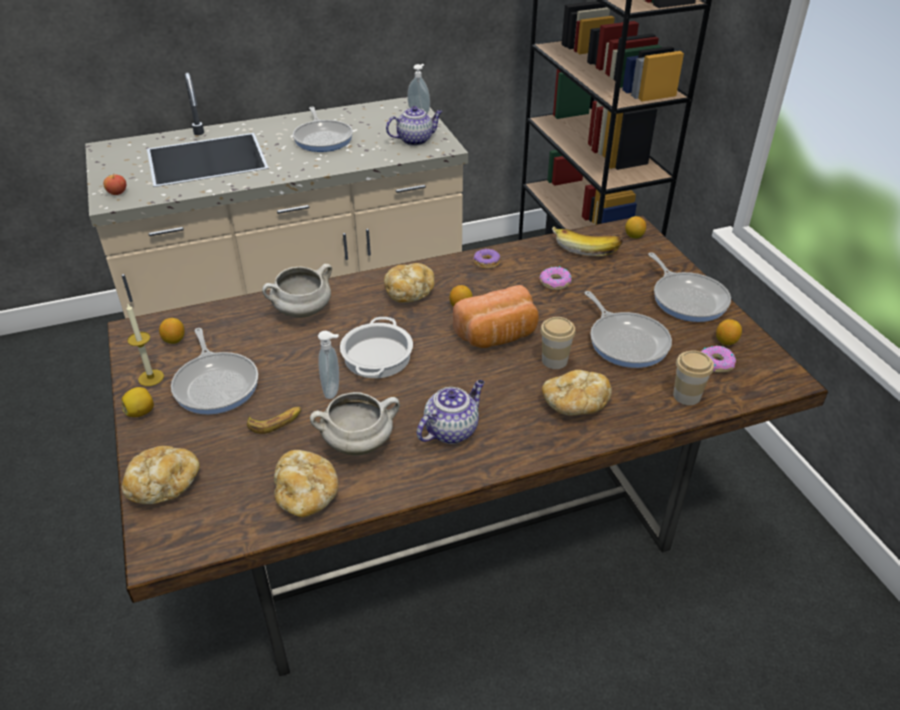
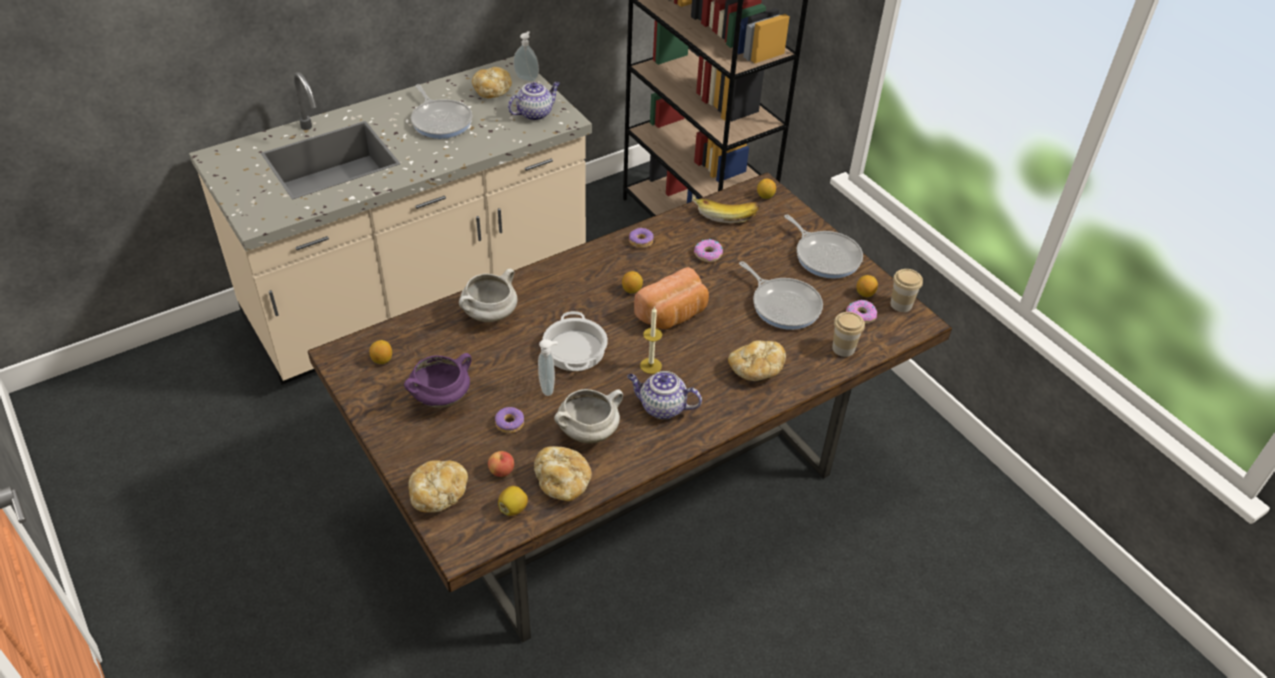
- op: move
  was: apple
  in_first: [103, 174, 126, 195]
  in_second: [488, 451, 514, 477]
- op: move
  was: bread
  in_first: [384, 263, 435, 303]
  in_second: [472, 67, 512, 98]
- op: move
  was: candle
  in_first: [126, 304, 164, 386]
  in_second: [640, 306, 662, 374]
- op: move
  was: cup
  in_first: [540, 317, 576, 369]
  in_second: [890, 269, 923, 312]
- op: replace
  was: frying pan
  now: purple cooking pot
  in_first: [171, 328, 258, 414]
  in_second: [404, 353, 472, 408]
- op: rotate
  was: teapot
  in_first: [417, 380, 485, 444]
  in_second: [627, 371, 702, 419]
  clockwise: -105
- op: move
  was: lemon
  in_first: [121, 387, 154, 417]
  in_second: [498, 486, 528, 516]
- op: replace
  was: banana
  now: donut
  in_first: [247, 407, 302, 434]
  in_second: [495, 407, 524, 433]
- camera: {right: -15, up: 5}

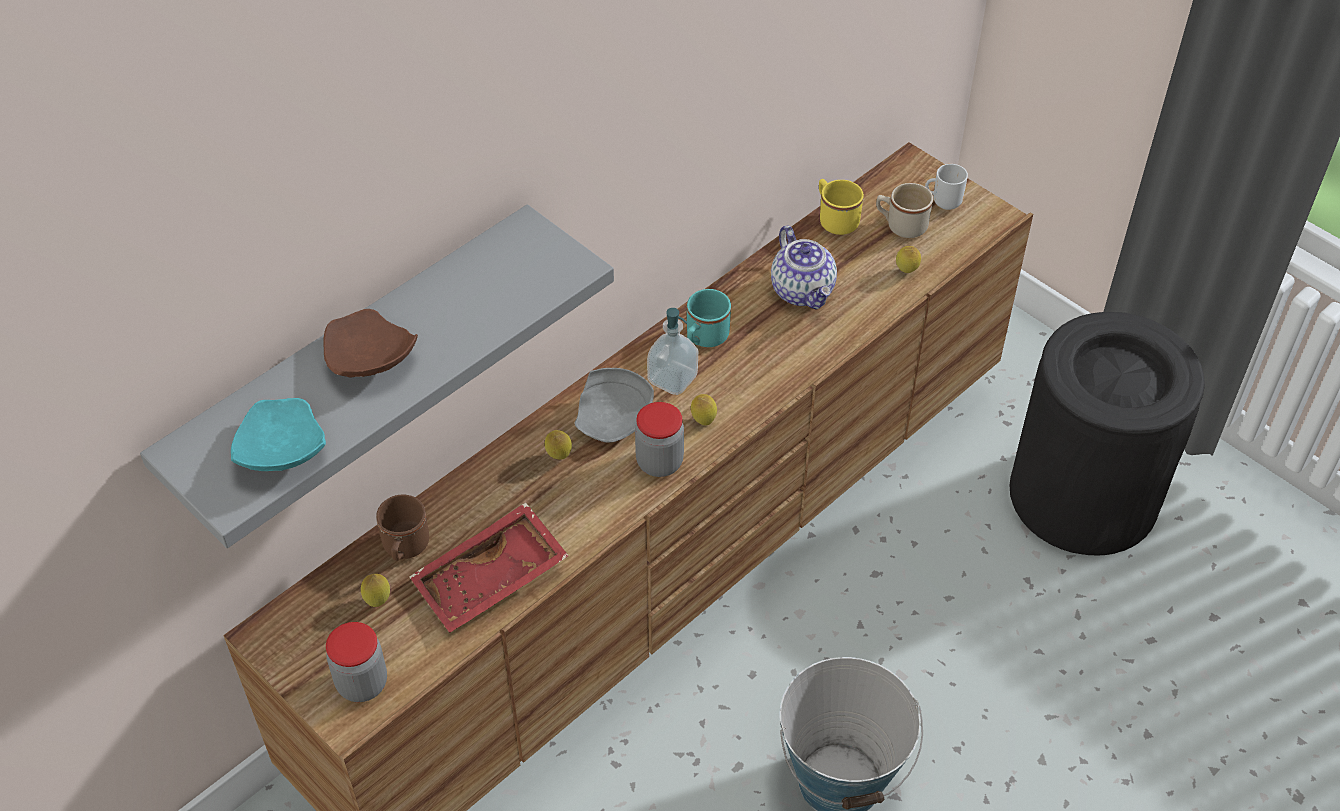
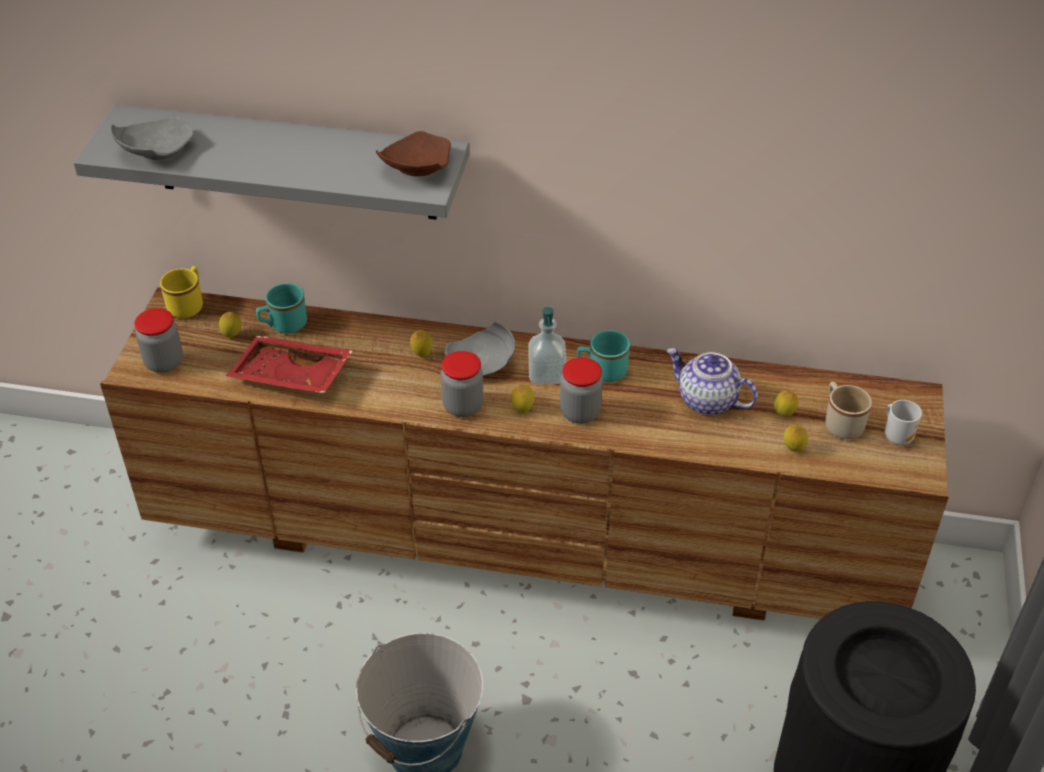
- op: move
  was: yellow mug
  in_first: [819, 179, 864, 235]
  in_second: [160, 266, 203, 318]
- op: rotate
  was: teapot
  in_first: [771, 226, 837, 310]
  in_second: [666, 348, 758, 415]
  clockwise: 90
- op: move
  was: brown plate
  in_first: [323, 309, 418, 377]
  in_second: [376, 131, 451, 176]
- op: recolor
  was: turquoise plate
  now: grey plate
  in_first: [231, 398, 326, 471]
  in_second: [110, 117, 194, 160]
- op: recolor
  was: brown mug
  now: turquoise mug
  in_first: [376, 495, 429, 561]
  in_second: [256, 283, 307, 334]
- op: insert
  now: jar
  in_second: [560, 357, 603, 424]
- op: insert
  now: lemon
  in_second: [774, 391, 799, 417]
- camera: {right: 55, up: -5}

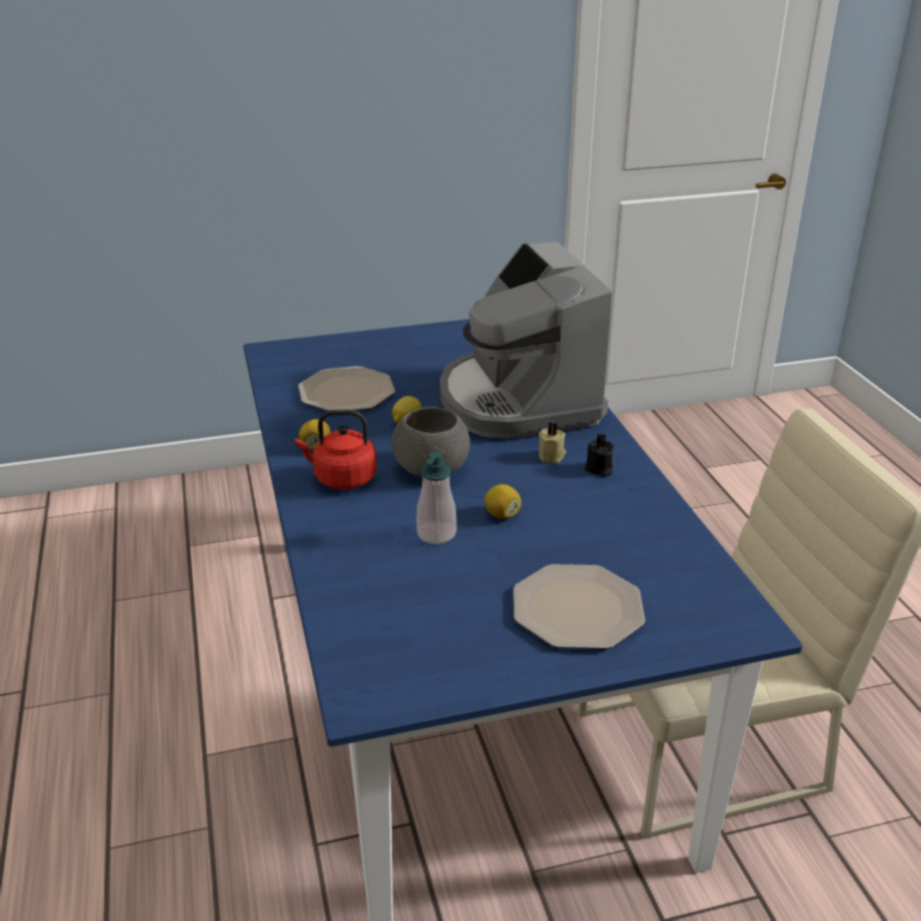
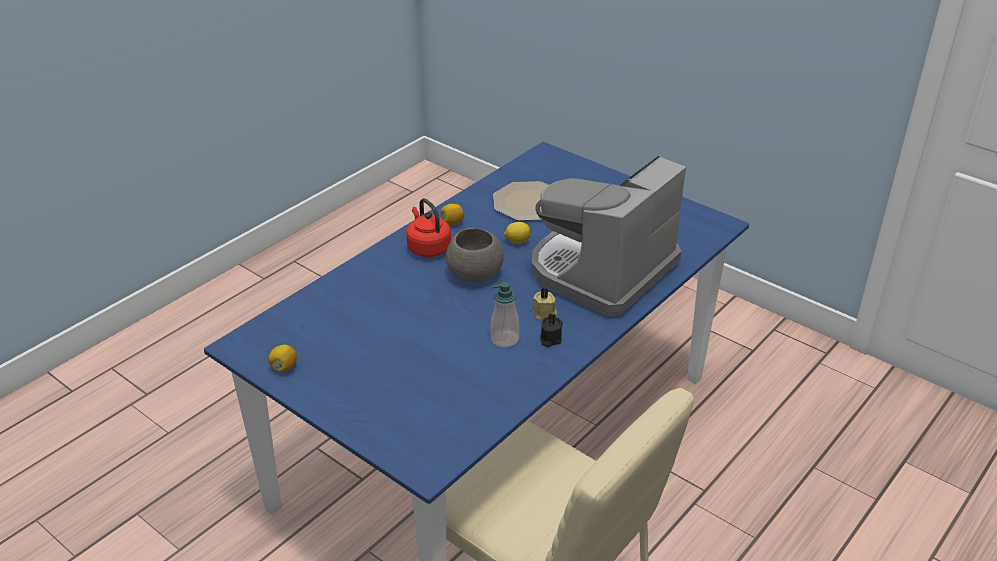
- op: move
  was: soap dispenser
  in_first: [417, 452, 457, 544]
  in_second: [490, 282, 519, 347]
- op: move
  was: lemon
  in_first: [484, 484, 521, 519]
  in_second: [268, 345, 297, 372]
- op: delete
  was: plate
  in_first: [513, 564, 645, 649]
- camera: {right: 55, up: 5}

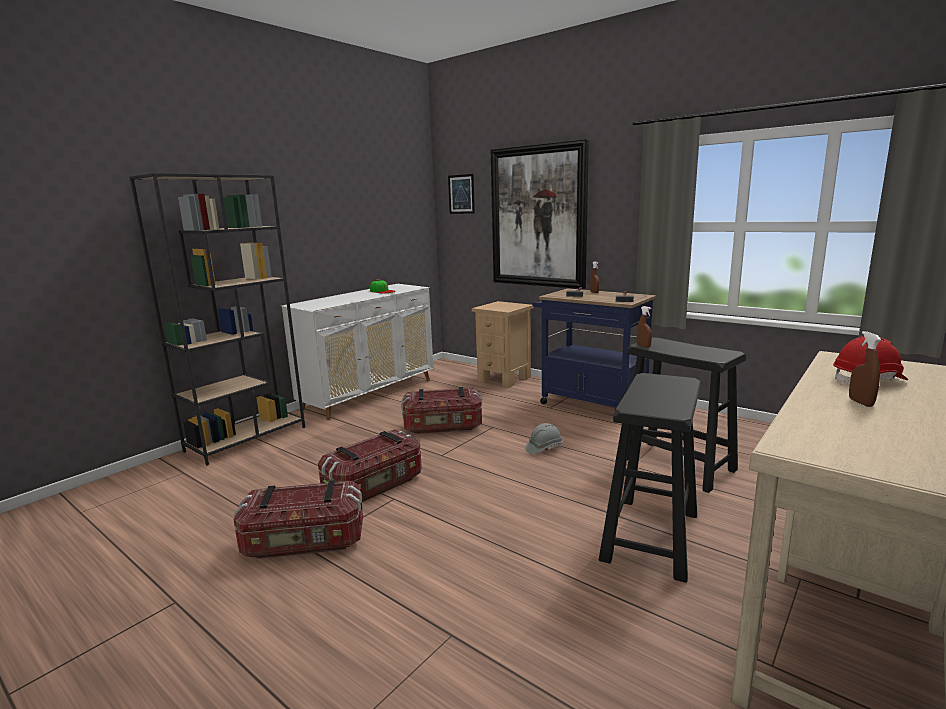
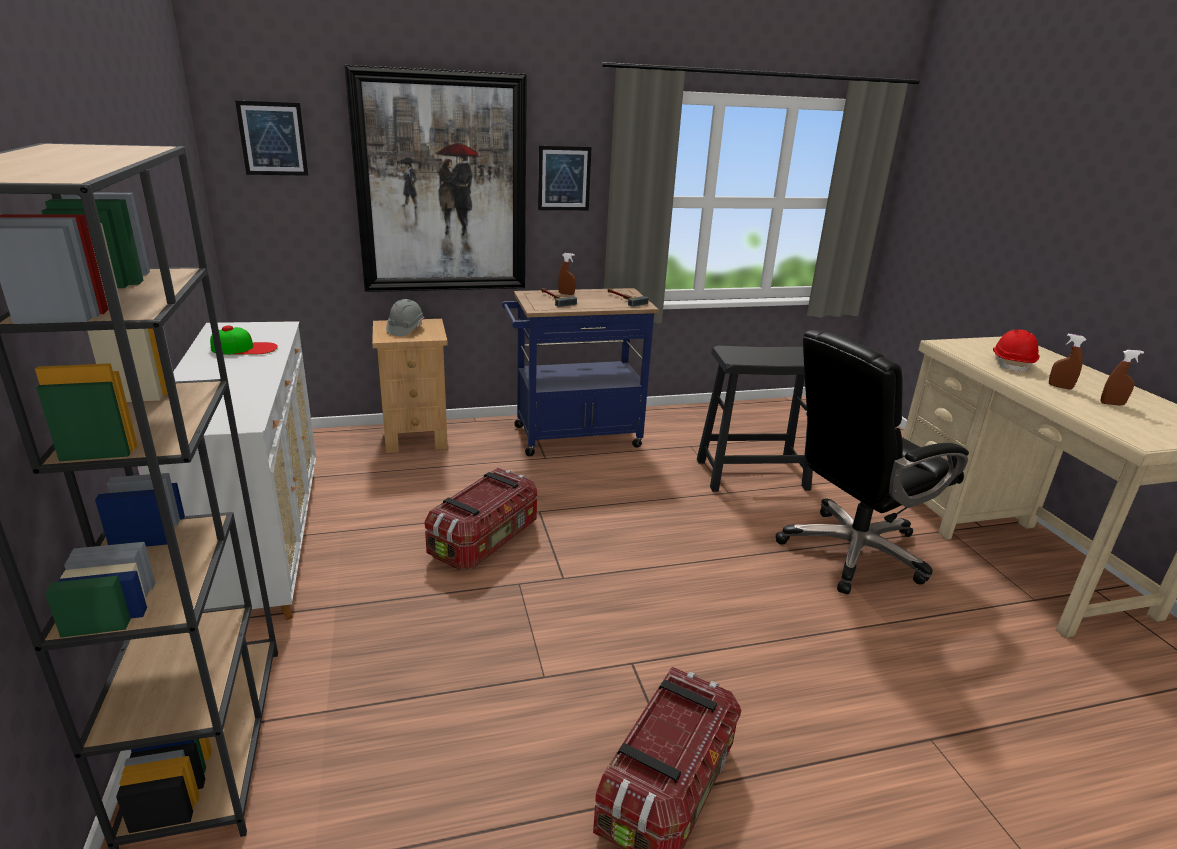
- op: move
  was: brown spray bottle
  in_first: [637, 306, 652, 348]
  in_second: [1101, 350, 1144, 406]
- op: replace
  was: black stool
  now: black office chair
  in_first: [599, 373, 700, 583]
  in_second: [775, 330, 969, 594]
- op: move
  was: grey hard hat
  in_first: [525, 423, 563, 454]
  in_second: [386, 299, 425, 336]
- op: delete
  was: storage box
  in_first: [318, 429, 422, 502]
- op: insert
  now: picture
  in_second: [538, 146, 591, 210]
- camera: {right: -55, up: 10}

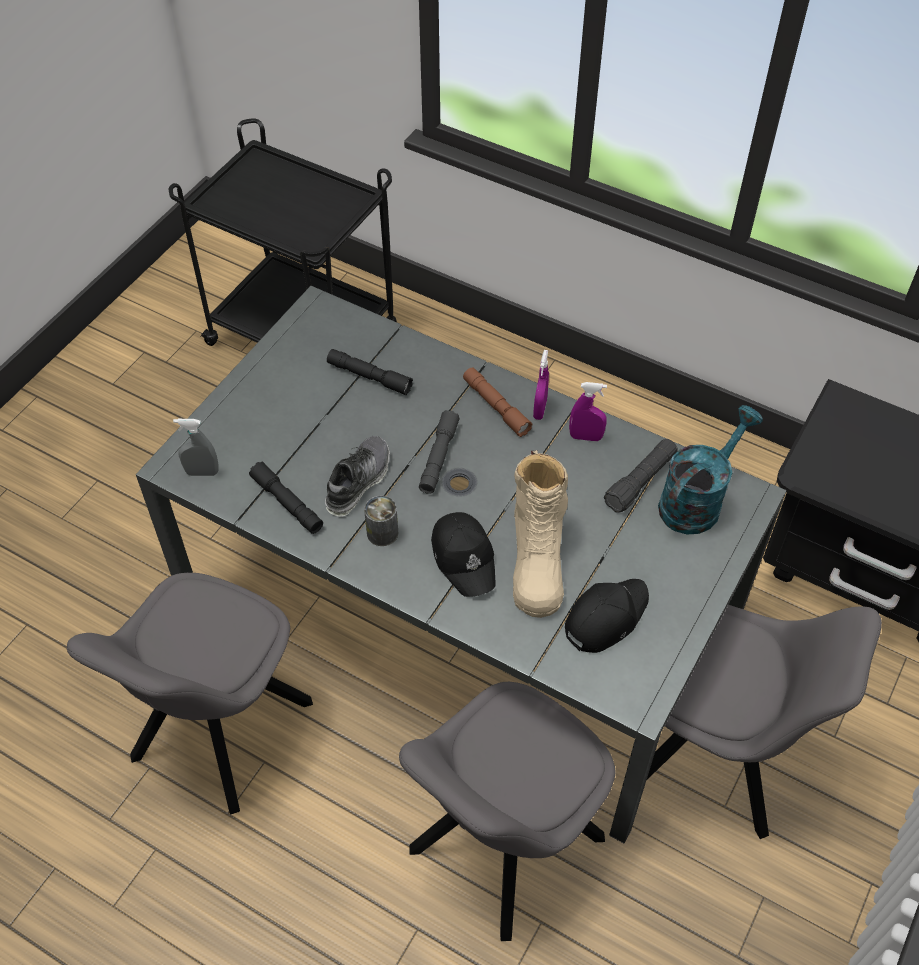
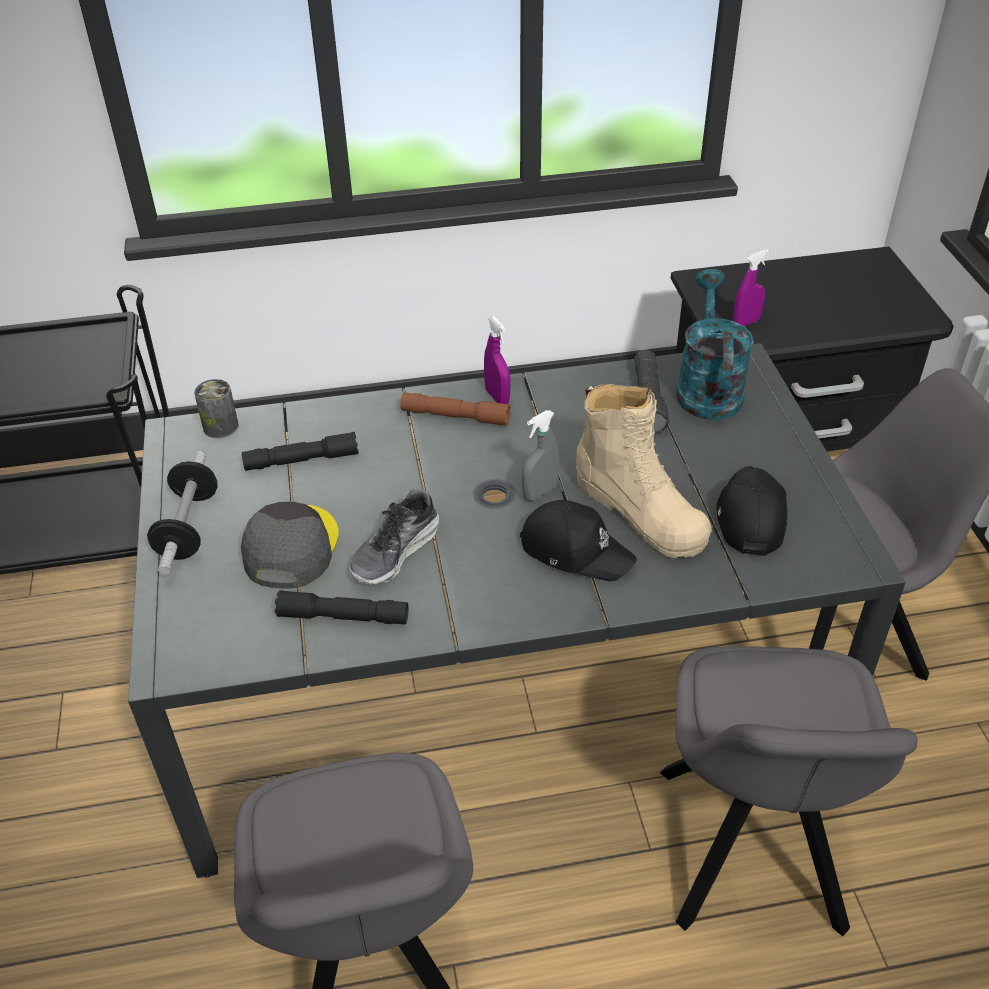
- op: move
  was: purple spray bottle
  in_first: [569, 382, 607, 441]
  in_second: [733, 249, 769, 326]
- op: delete
  was: grey flashlight
  in_first: [419, 410, 460, 494]
- op: move
  was: grey spray bottle
  in_first: [173, 419, 219, 476]
  in_second: [522, 410, 559, 501]
- op: rotate
  was: shoe
  in_first: [325, 436, 390, 517]
  in_second: [349, 489, 439, 585]
  clockwise: -135
- op: move
  was: can
  in_first: [364, 496, 398, 546]
  in_second: [194, 379, 239, 438]
- op: insert
  now: dumbbell
  in_second: [147, 451, 218, 574]
- op: insert
  now: grey cap
  in_second: [241, 502, 339, 589]
- camera: {right: -40, up: -10}

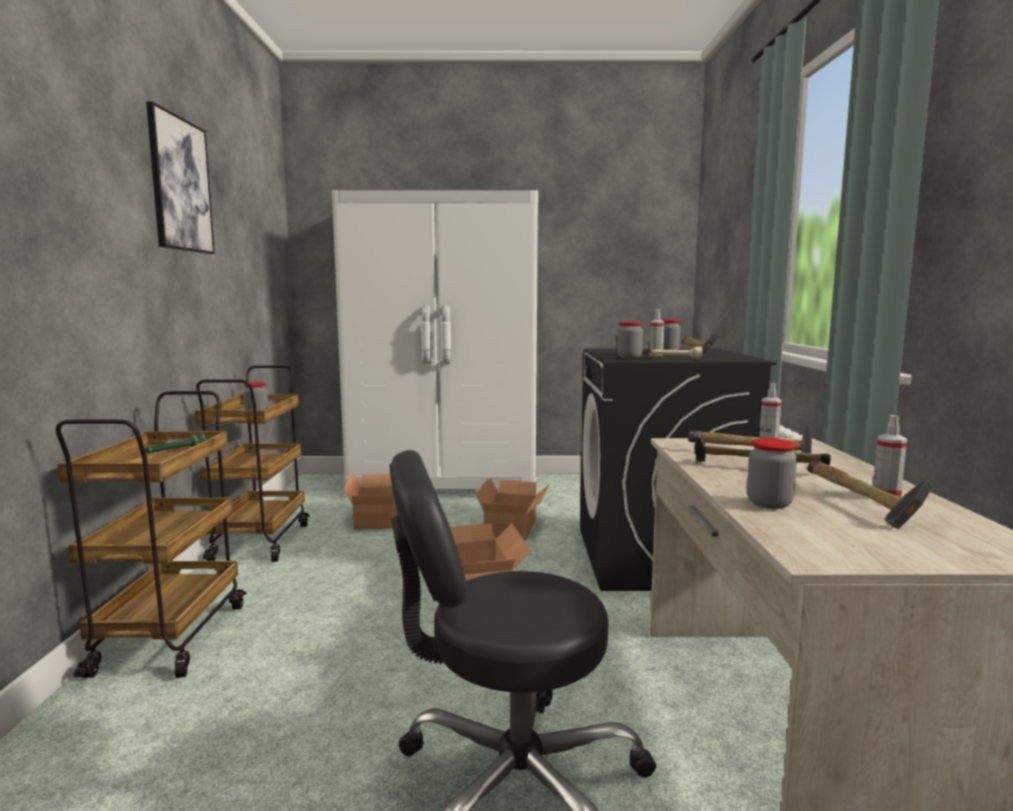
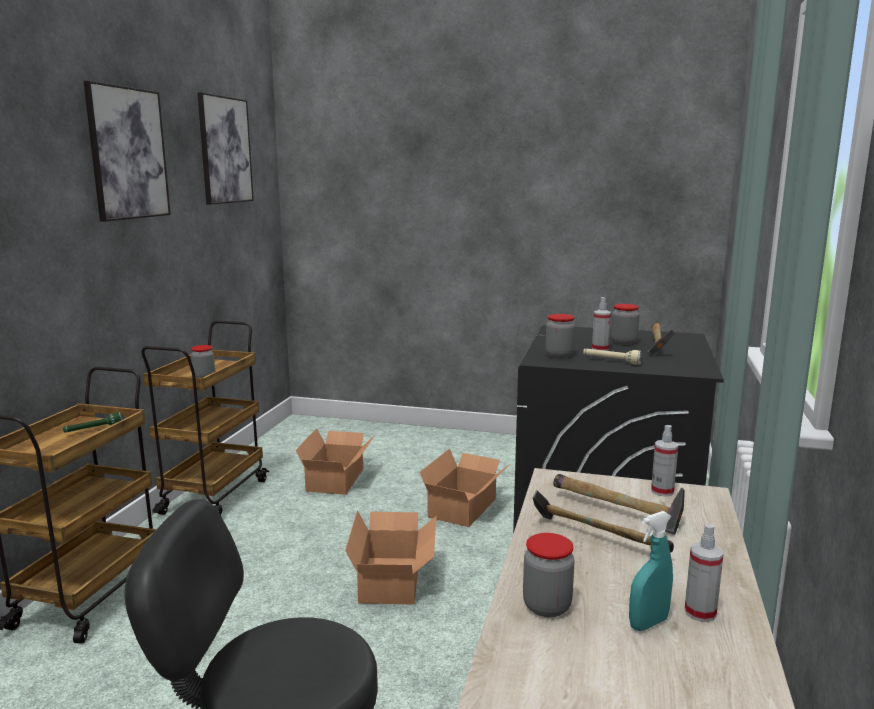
- op: delete
  was: white cabinet
  in_first: [332, 190, 538, 499]
- op: replace
  was: hammer
  now: turquoise spray bottle
  in_first: [807, 459, 933, 529]
  in_second: [629, 511, 673, 631]
- op: insert
  now: picture
  in_second: [197, 92, 254, 205]
- camera: {right: 15, up: 5}

